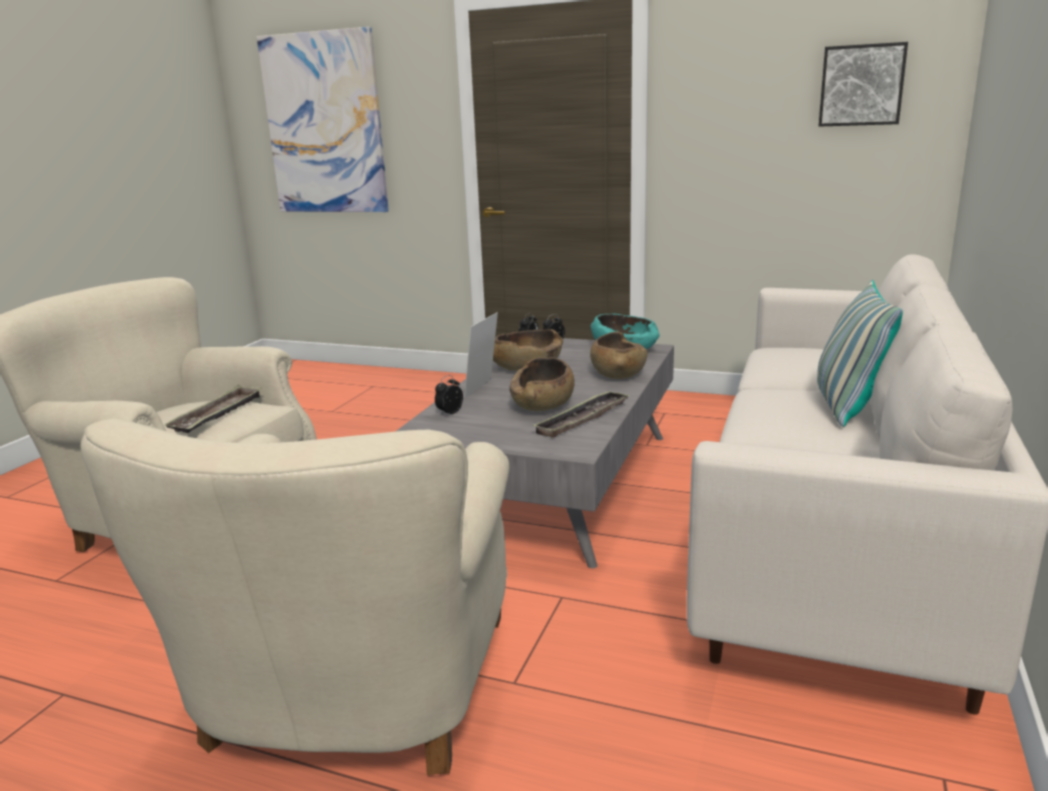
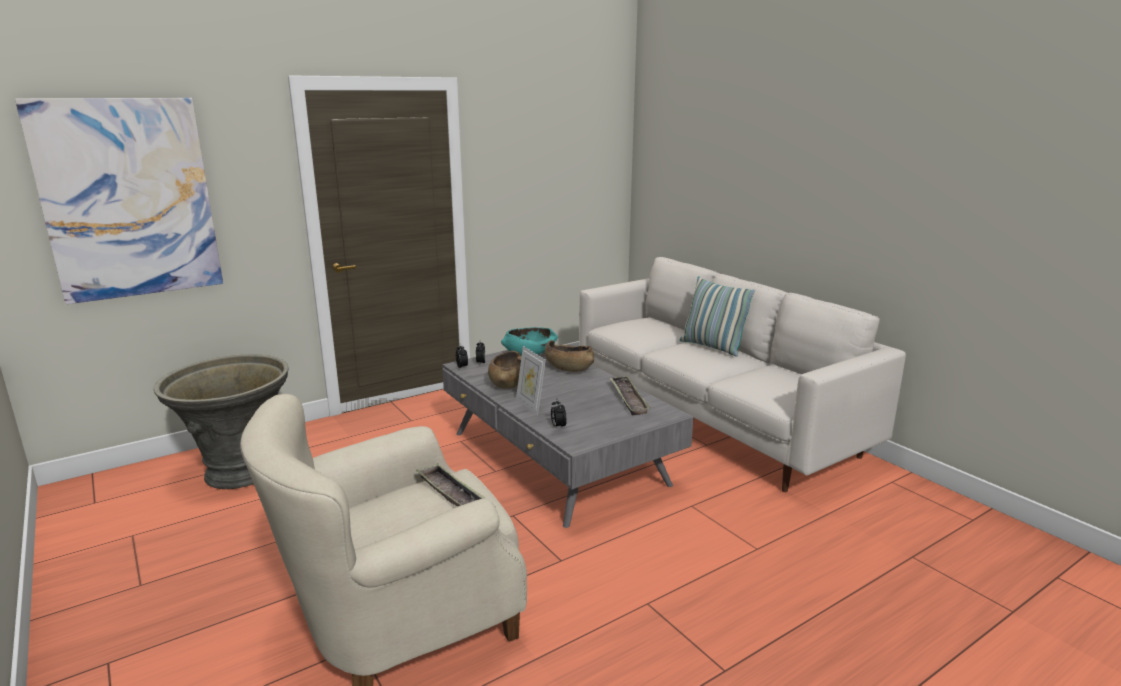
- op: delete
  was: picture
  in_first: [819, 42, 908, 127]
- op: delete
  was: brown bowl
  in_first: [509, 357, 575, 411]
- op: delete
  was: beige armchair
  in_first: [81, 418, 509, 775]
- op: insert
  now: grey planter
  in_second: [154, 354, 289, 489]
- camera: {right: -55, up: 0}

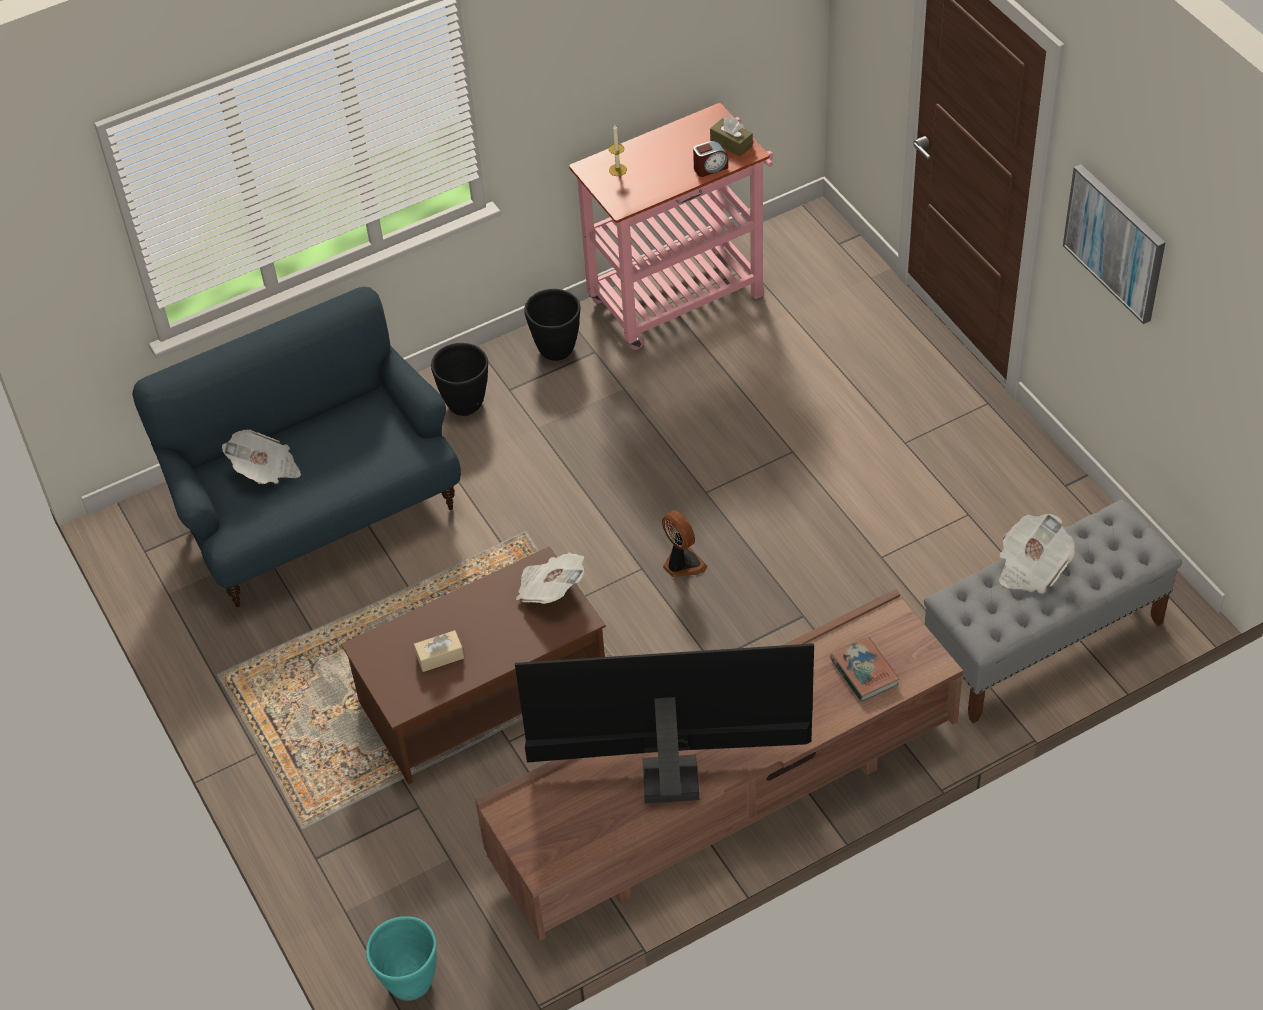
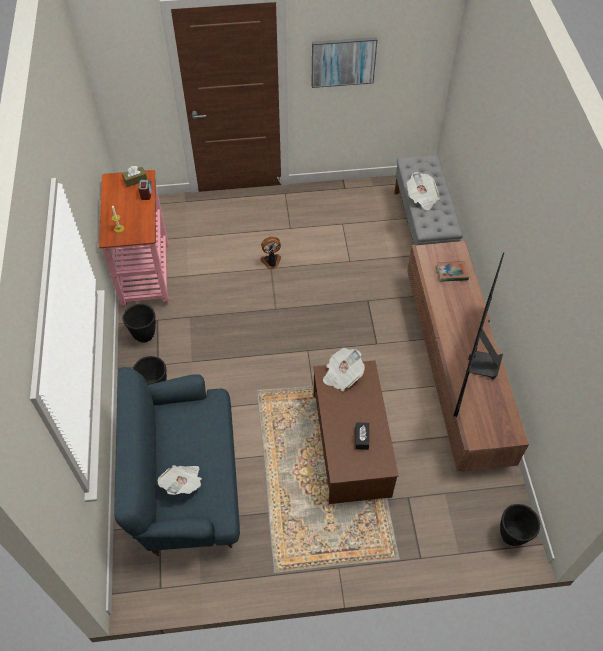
- op: move
  was: fan
  in_first: [662, 510, 708, 578]
  in_second: [260, 237, 281, 269]
- op: recolor
  was: beige tissue box
  now: black tissue box
  in_first: [414, 630, 464, 672]
  in_second: [355, 422, 369, 450]
- op: recolor
  was: turquoise planter
  now: black planter
  in_first: [366, 916, 437, 1001]
  in_second: [500, 504, 540, 546]
- camera: {right: -70, up: 5}

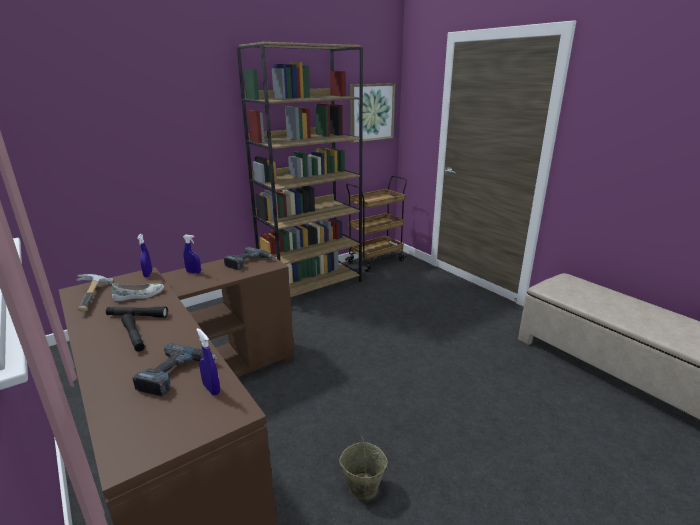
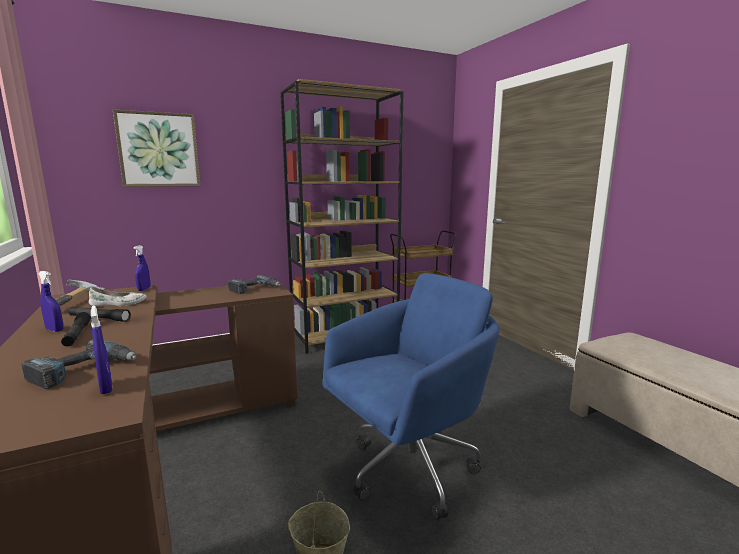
- op: move
  was: picture
  in_first: [350, 83, 395, 143]
  in_second: [113, 110, 200, 187]
- op: move
  was: blue spray bottle
  in_first: [183, 235, 201, 274]
  in_second: [38, 271, 64, 332]
- op: insert
  now: blue office chair
  in_second: [323, 273, 499, 520]
- camera: {right: 10, up: -10}

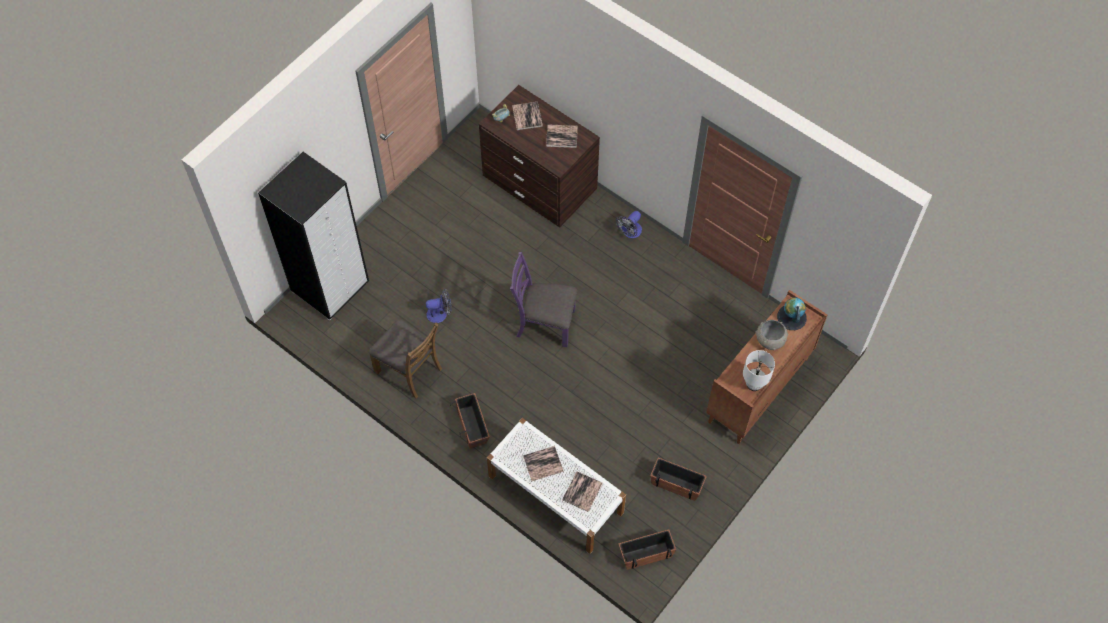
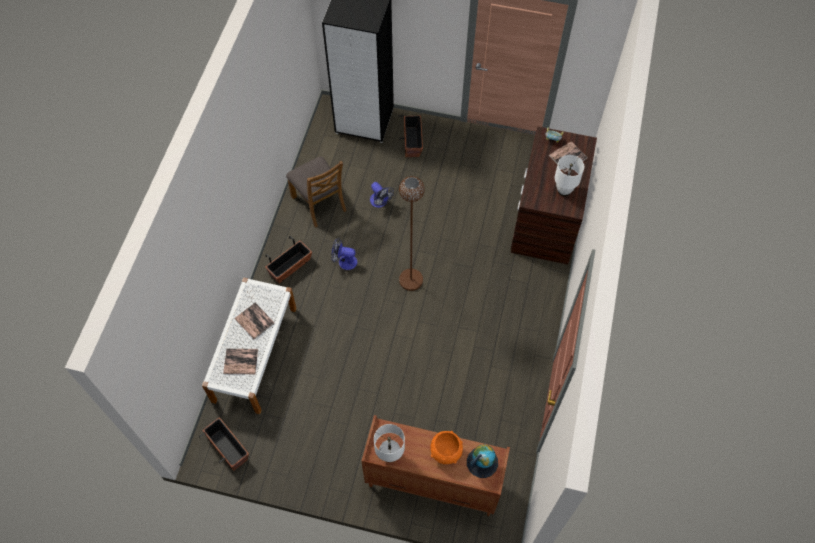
- op: replace
  was: book
  now: white table lamp
  in_first: [546, 125, 578, 148]
  in_second: [555, 155, 584, 196]
- op: move
  was: fan
  in_first: [616, 211, 642, 238]
  in_second: [331, 238, 357, 270]
- op: replace
  was: purple chair
  now: brown floor lamp
  in_first: [510, 252, 577, 347]
  in_second: [399, 176, 425, 291]
- op: rotate
  was: brown chair
  in_first: [369, 319, 442, 398]
  in_second: [286, 156, 346, 228]
  clockwise: -45
- op: recolor
  was: grey bowl
  now: orange bowl
  in_first: [755, 320, 788, 350]
  in_second: [430, 431, 463, 464]
- op: move
  was: planter
  in_first: [650, 458, 707, 501]
  in_second: [399, 115, 423, 157]
- camera: {right: 65, up: 0}

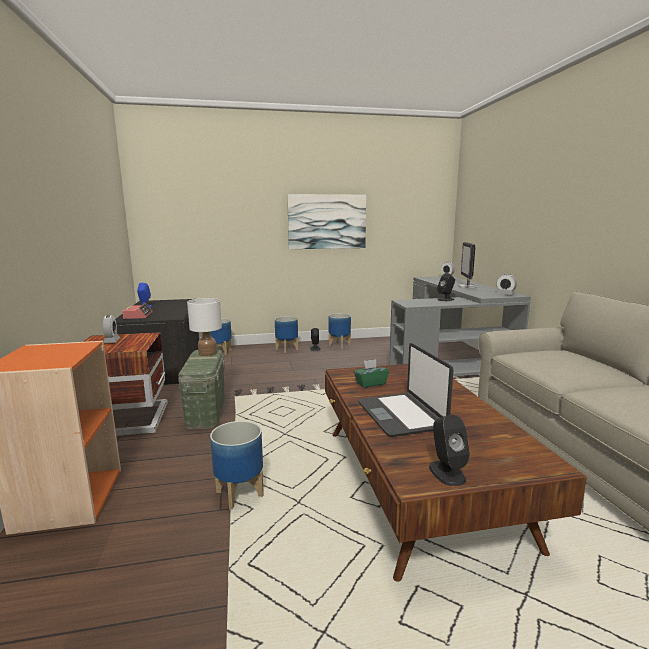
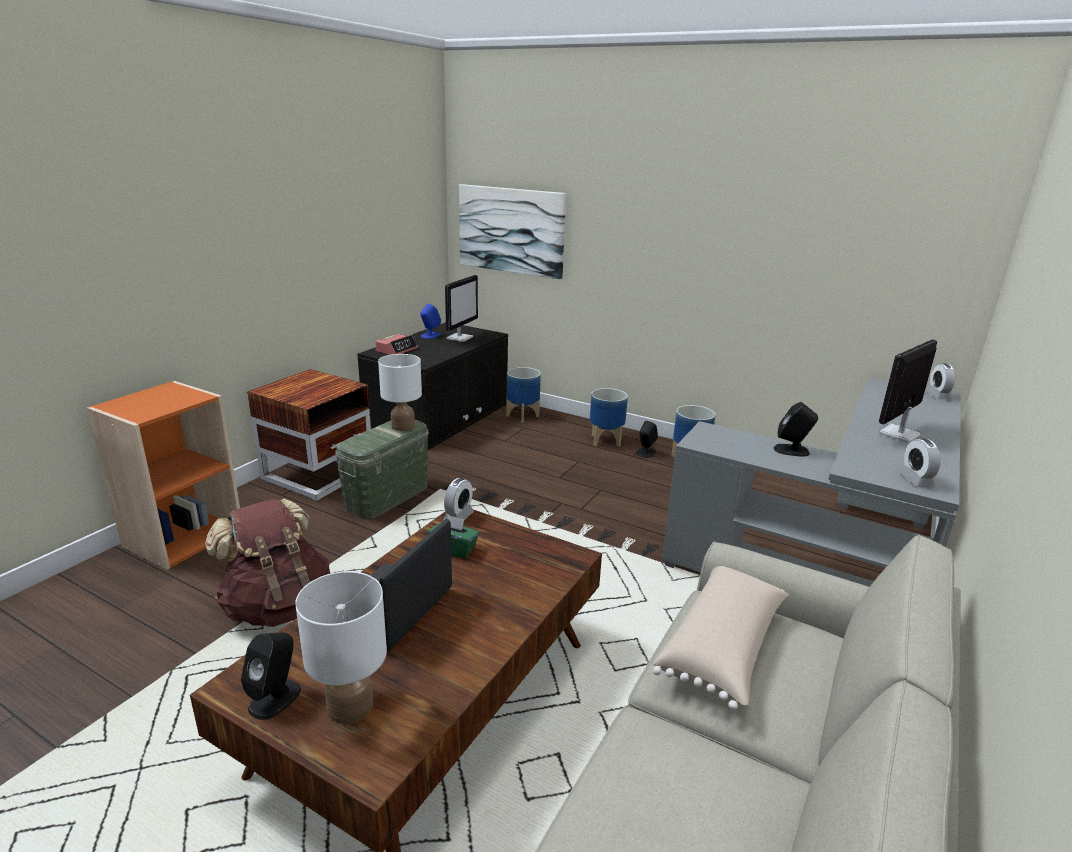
- op: move
  was: picture
  in_first: [287, 194, 366, 249]
  in_second: [459, 184, 566, 279]
- op: move
  was: alarm clock
  in_first: [103, 315, 120, 343]
  in_second: [443, 478, 474, 520]
- op: replace
  was: planter
  now: brown backpack
  in_first: [210, 421, 264, 510]
  in_second: [205, 498, 331, 627]
- op: insert
  now: monitor
  in_second: [445, 275, 478, 342]
- op: insert
  now: beige pillow
  in_second: [653, 566, 789, 710]
- op: insert
  now: white table lamp
  in_second: [295, 571, 387, 724]
- camera: {right: 40, up: 10}

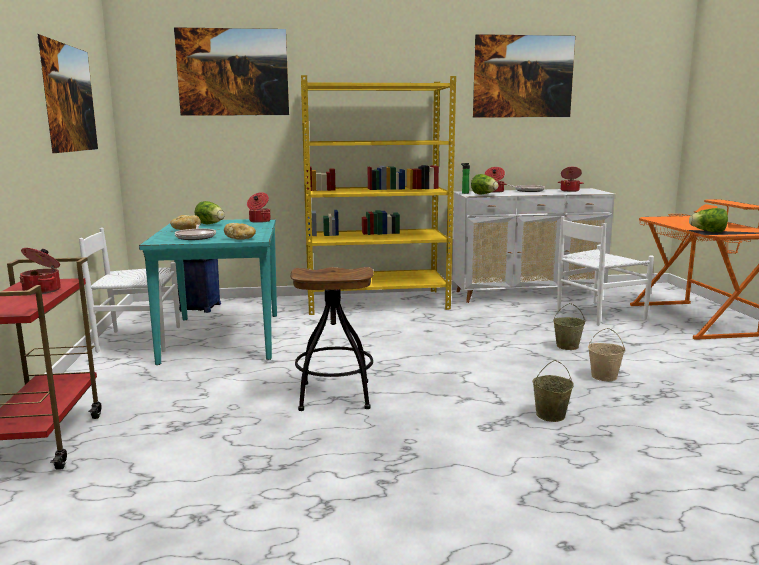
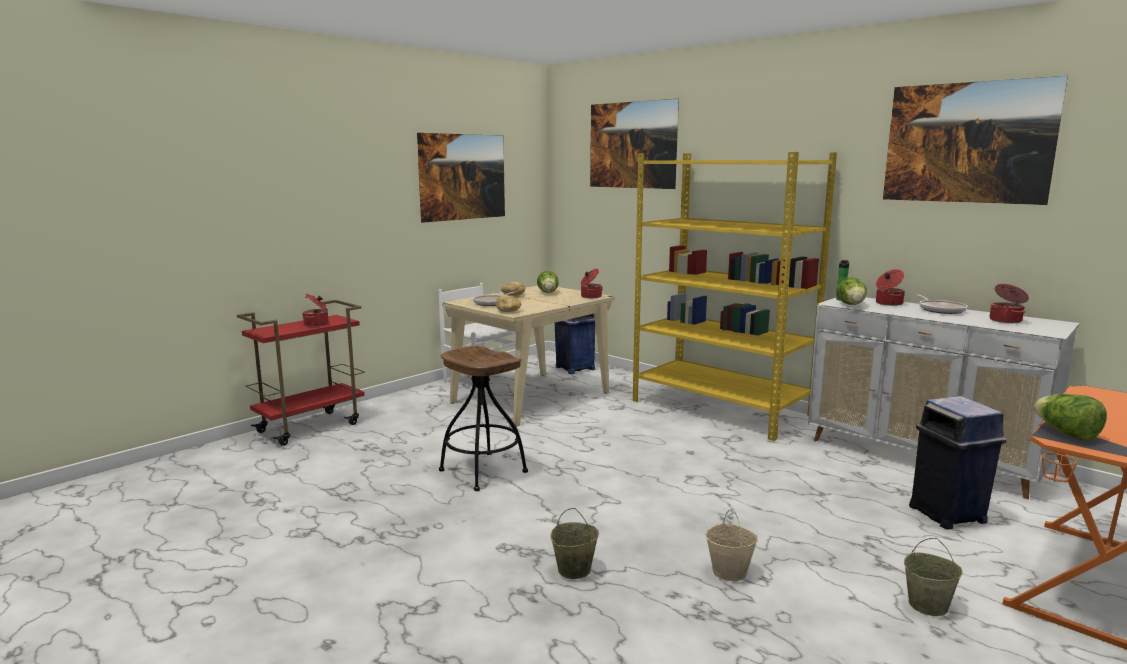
- op: replace
  was: white chair
  now: blue trash can
  in_first: [557, 216, 654, 326]
  in_second: [909, 396, 1007, 529]
- op: recolor
  was: turquoise dining table
  now: beige dining table
  in_first: [139, 219, 277, 365]
  in_second: [443, 286, 615, 427]
- op: move
  was: beige bucket
  in_first: [553, 303, 585, 350]
  in_second: [904, 538, 962, 616]
- camera: {right: 50, up: 0}

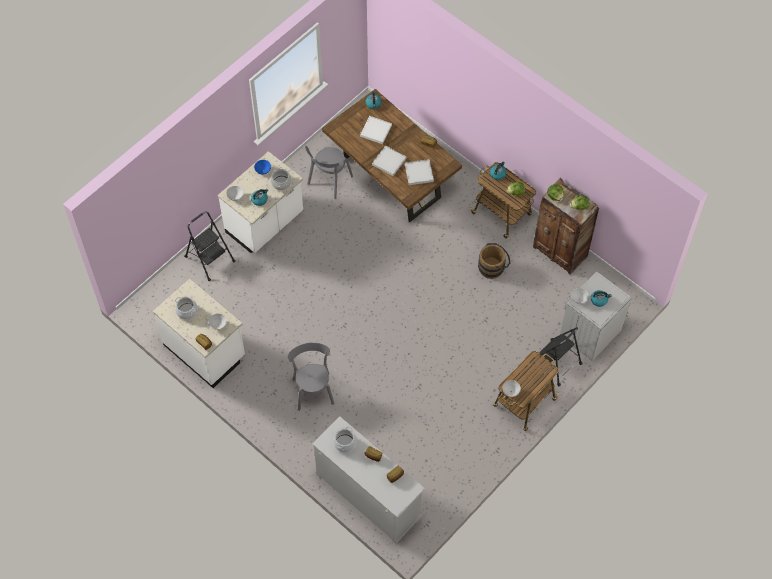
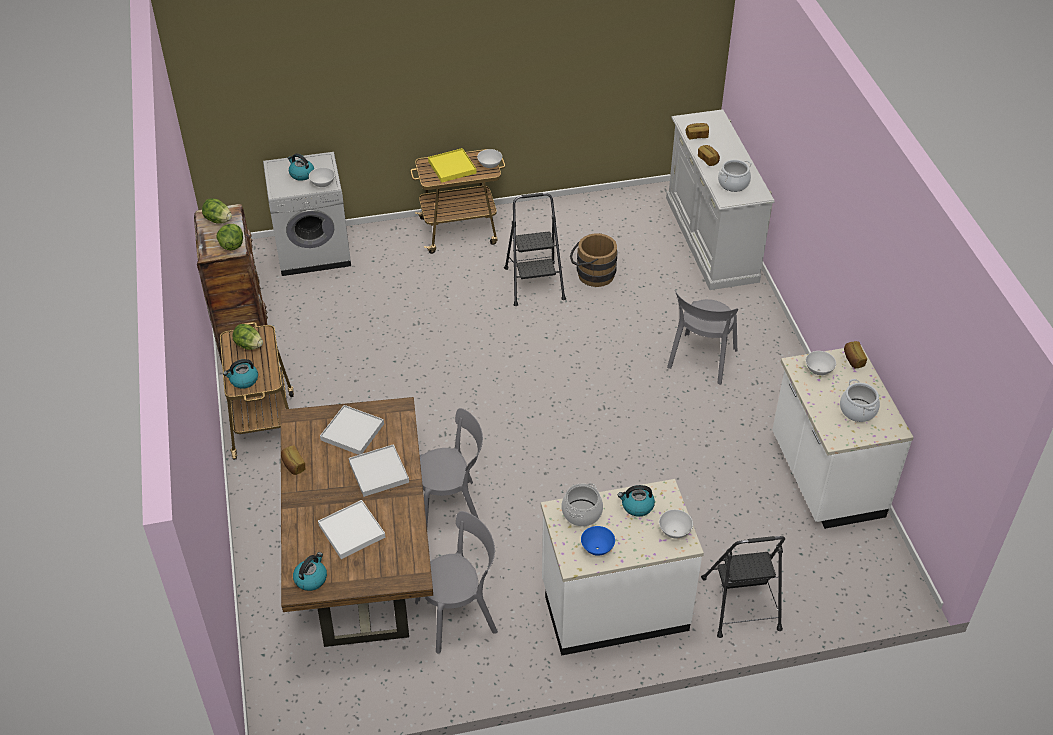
- op: move
  was: brown bucket
  in_first: [478, 243, 510, 279]
  in_second: [570, 233, 618, 287]
- op: move
  was: black step ladder
  in_first: [539, 327, 583, 386]
  in_second: [504, 193, 566, 306]
- op: insert
  now: yellow tray
  in_second: [428, 148, 476, 183]
- op: insert
  now: grey chair
  in_second: [420, 408, 483, 525]
- camera: {right: -145, up: -15}

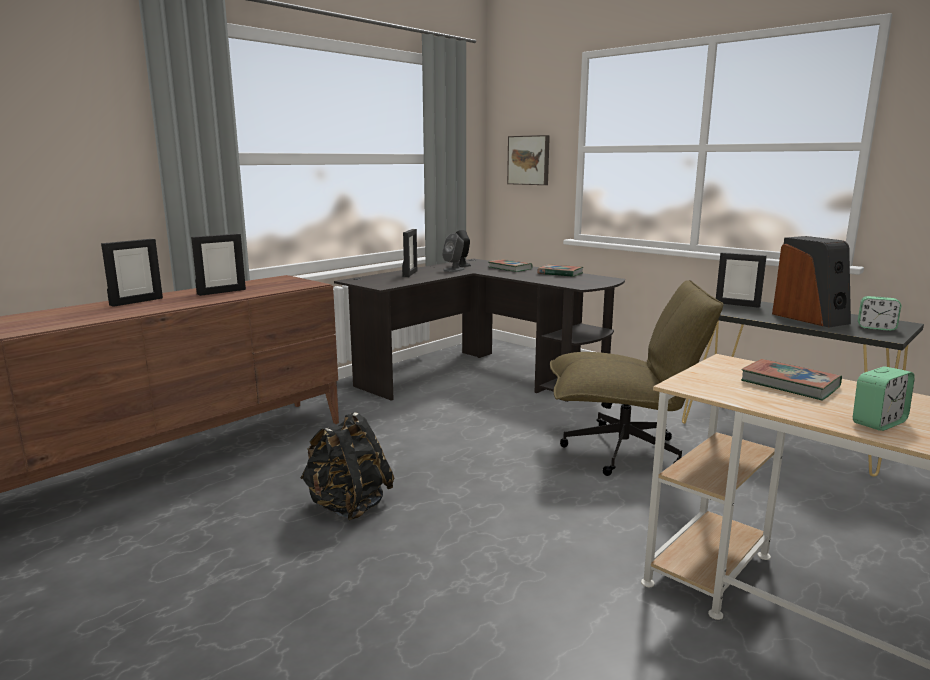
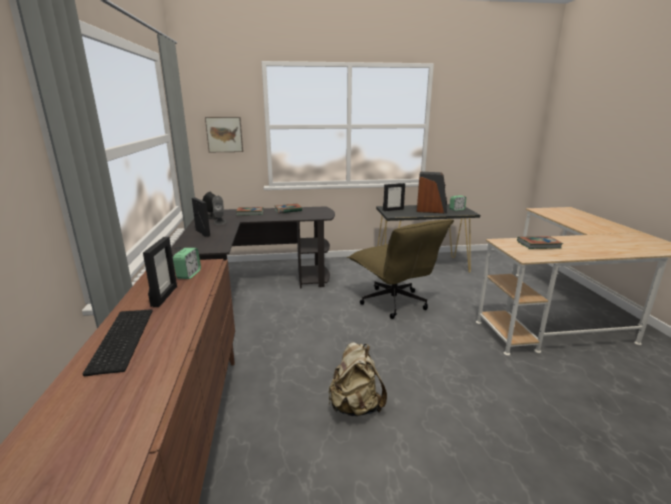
- op: replace
  was: picture frame
  now: keyboard
  in_first: [101, 239, 163, 307]
  in_second: [83, 309, 152, 376]
- op: rotate
  was: beige office chair
  in_first: [550, 280, 724, 476]
  in_second: [347, 219, 454, 319]
  clockwise: 105
- op: move
  was: alarm clock
  in_first: [853, 366, 915, 431]
  in_second: [173, 248, 201, 279]
- op: recolor
  was: black backpack
  now: beige backpack
  in_first: [300, 412, 394, 521]
  in_second: [328, 342, 387, 416]
- camera: {right: -50, up: 5}

